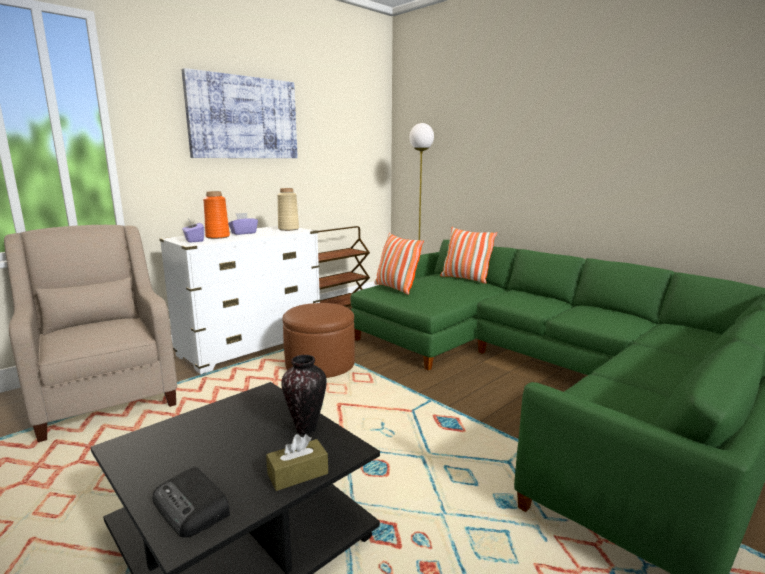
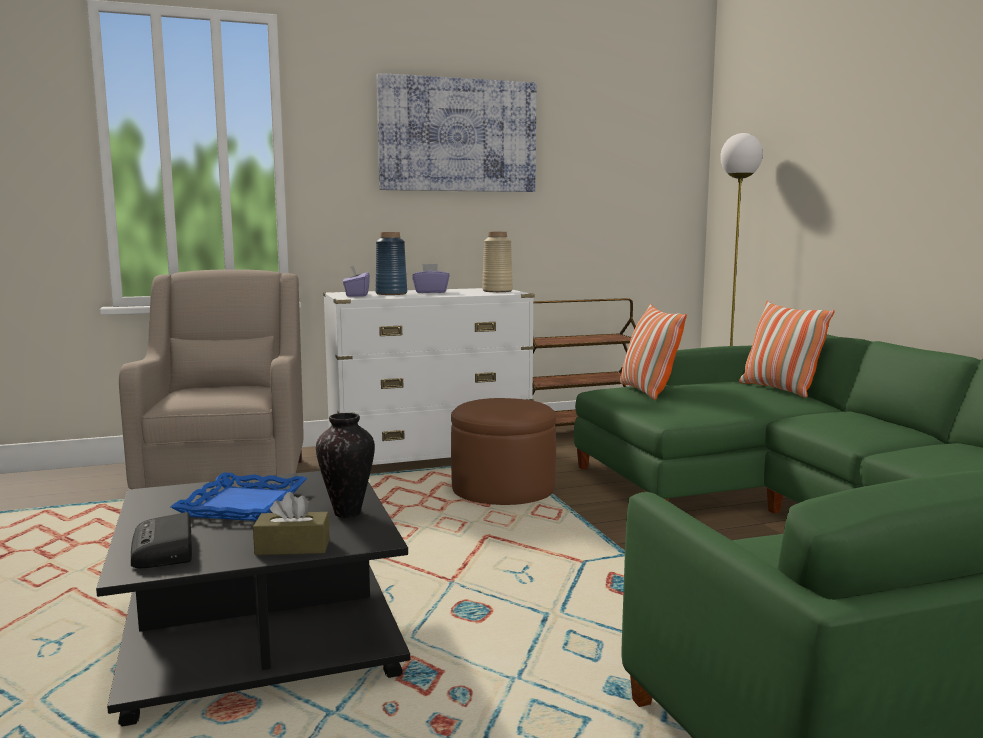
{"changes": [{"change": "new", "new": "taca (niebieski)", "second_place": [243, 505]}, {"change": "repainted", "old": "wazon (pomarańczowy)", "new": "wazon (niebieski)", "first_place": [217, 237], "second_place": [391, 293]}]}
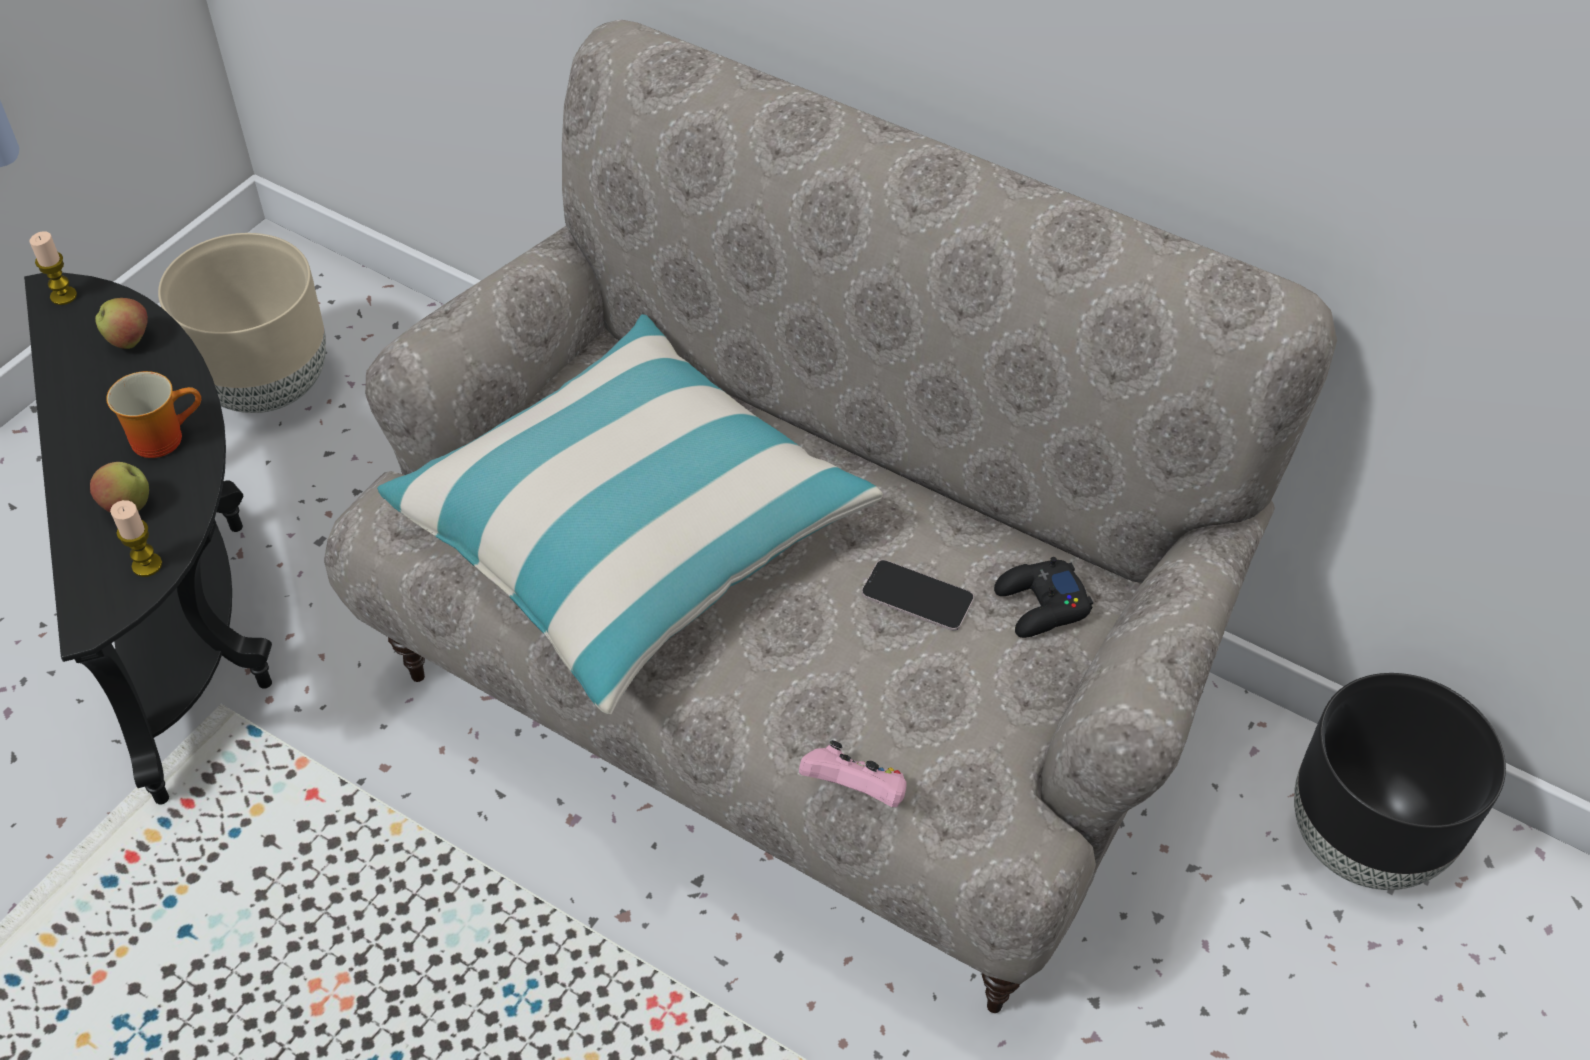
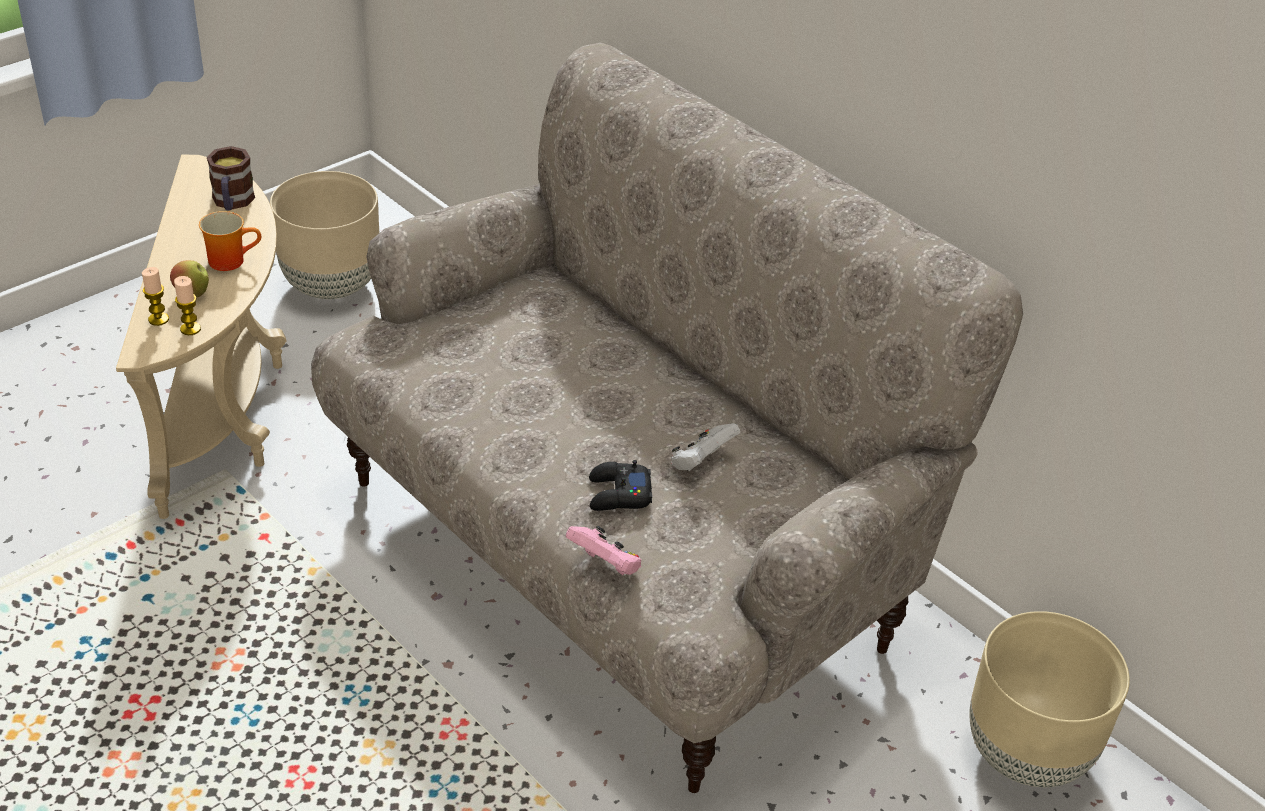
{"changes": [{"change": "gone", "old": "poduszka", "first_place": [631, 534]}, {"change": "shifted", "old": "świeca", "first_place": [63, 296], "second_place": [158, 319]}, {"change": "shifted", "old": "pad do gier (czarny)", "first_place": [1041, 606], "second_place": [618, 494]}, {"change": "swapped", "old": "jabłko", "new": "kubek", "first_place": [129, 341], "second_place": [232, 203]}, {"change": "swapped", "old": "telefon", "new": "pad do gier (biały)", "first_place": [917, 596], "second_place": [701, 462]}, {"change": "repainted", "old": "stolik (czarny)", "new": "stolik (beżowy)", "first_place": [191, 617], "second_place": [226, 413]}, {"change": "repainted", "old": "donica (czarny)", "new": "donica (beżowy)", "first_place": [1364, 840], "second_place": [1028, 755]}]}
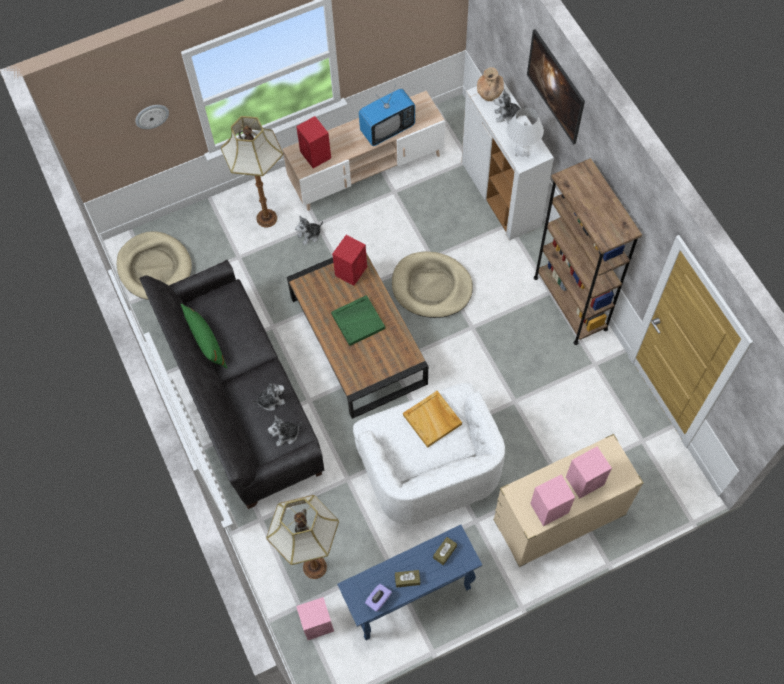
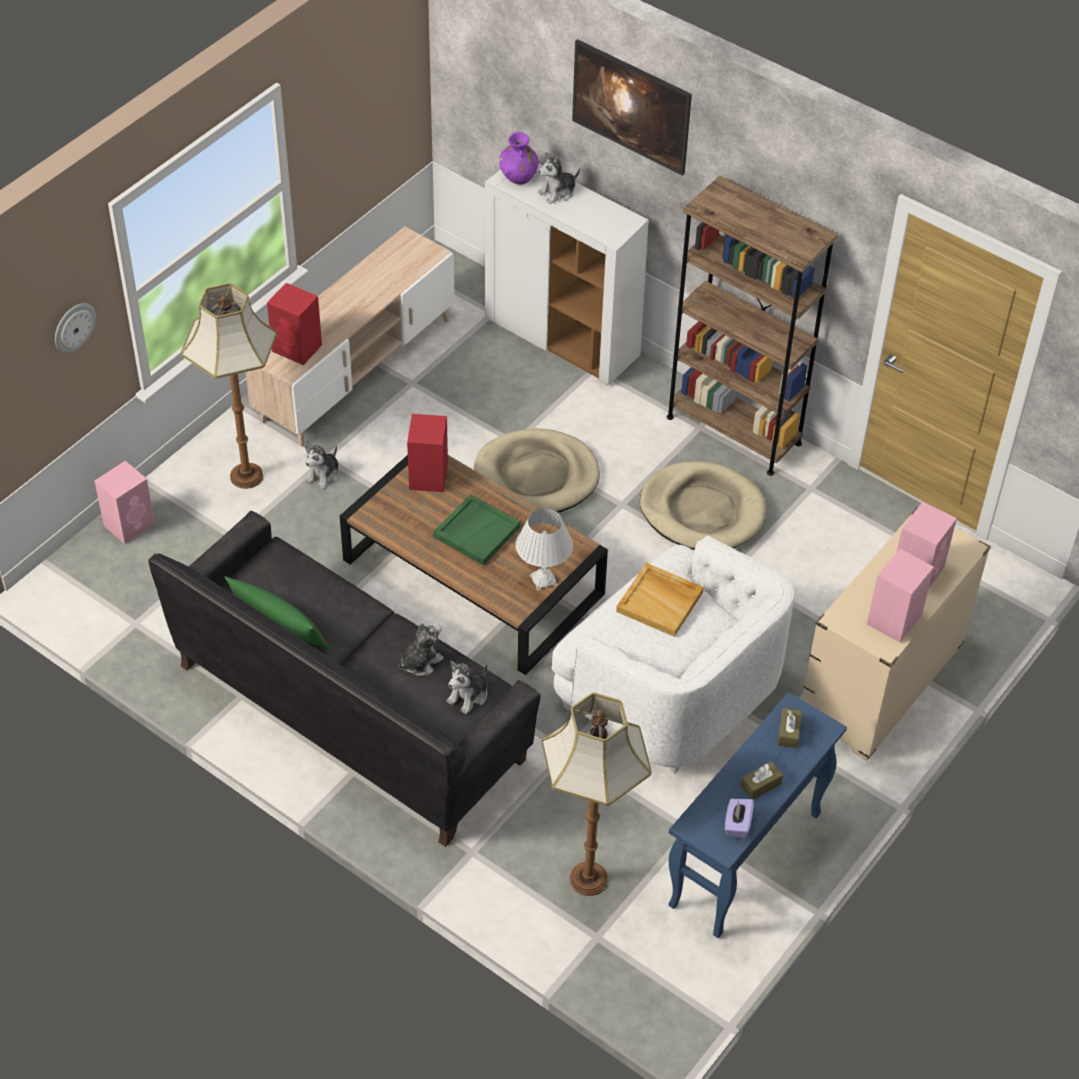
{"changes": [{"change": "gone", "old": "telewizor", "first_place": [387, 129]}, {"change": "shifted", "old": "legowisko (beżowy)", "first_place": [154, 267], "second_place": [702, 511]}, {"change": "shifted", "old": "głośnik (różowy)", "first_place": [318, 623], "second_place": [130, 524]}, {"change": "shifted", "old": "lampa stołowa (biały)", "first_place": [522, 151], "second_place": [543, 580]}, {"change": "repainted", "old": "wazon (brązowy)", "new": "wazon (fioletowy)", "first_place": [489, 94], "second_place": [518, 176]}]}
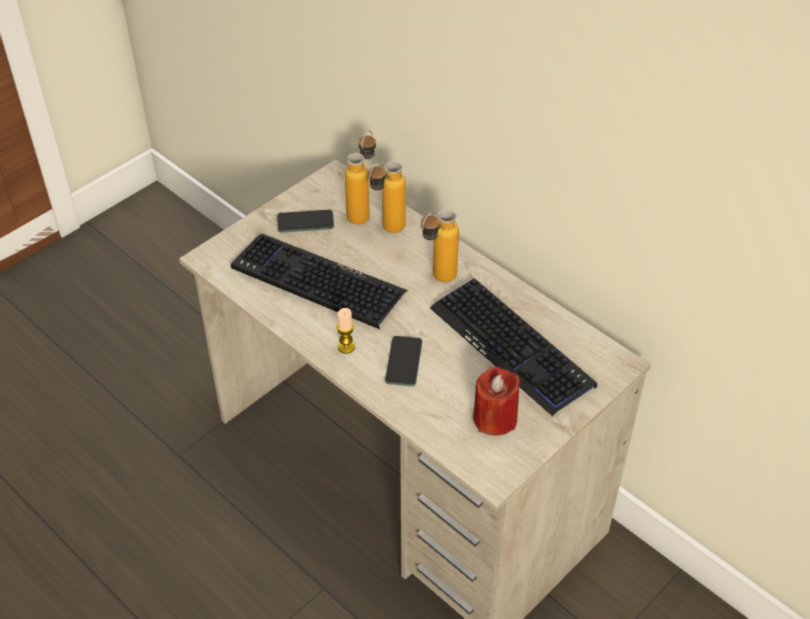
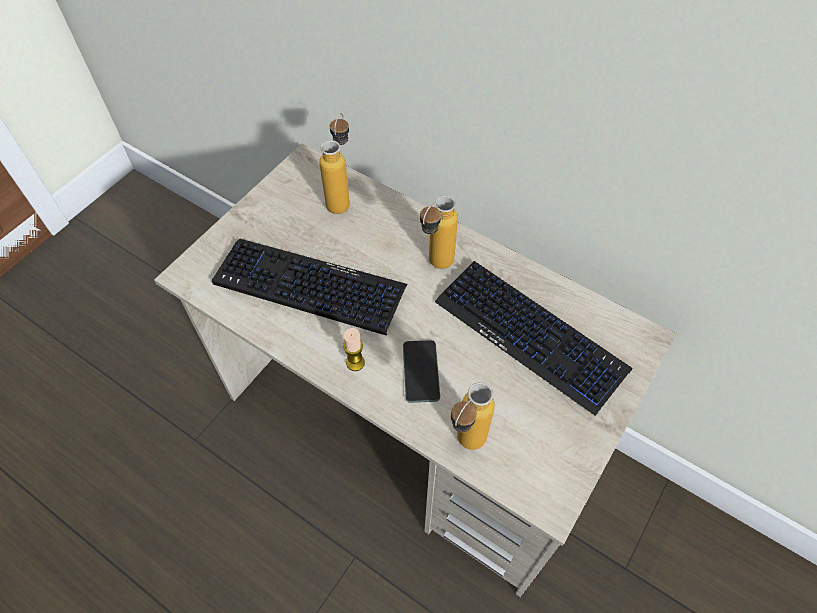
{"changes": [{"change": "gone", "old": "telefon", "first_place": [305, 222]}, {"change": "gone", "old": "świeca (czerwony)", "first_place": [495, 418]}, {"change": "shifted", "old": "butelka", "first_place": [386, 230], "second_place": [464, 446]}]}
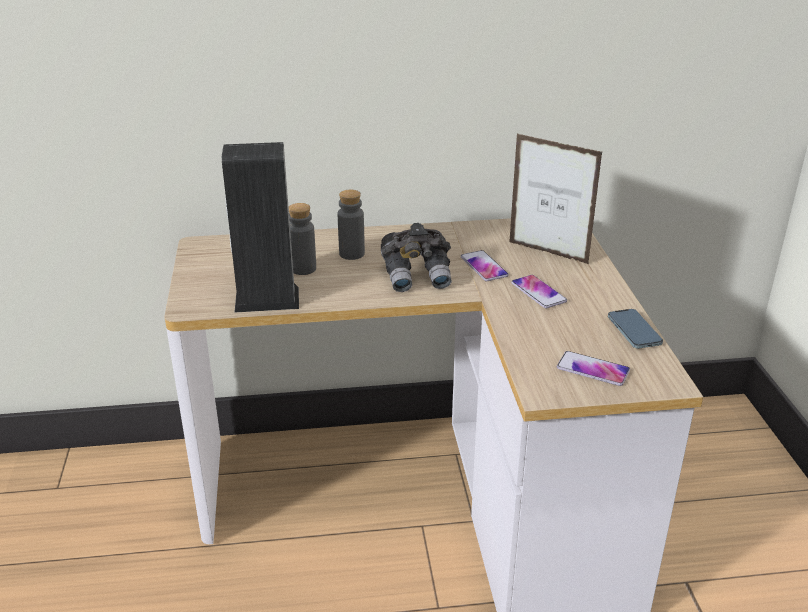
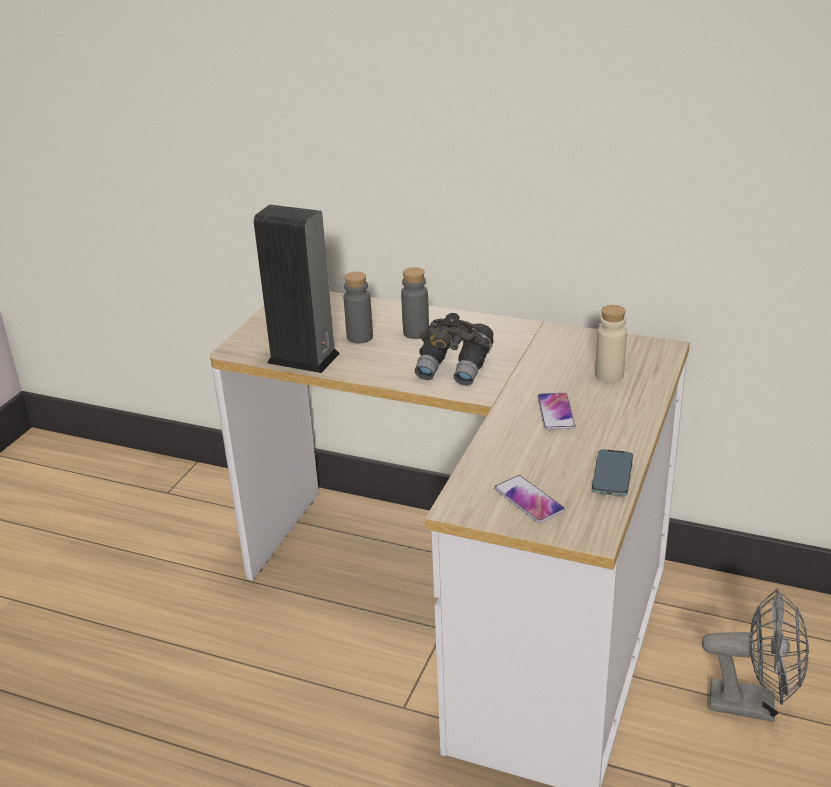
{"changes": [{"change": "gone", "old": "telefon", "first_place": [484, 267]}, {"change": "new", "new": "wentylator (szary)", "second_place": [753, 705]}, {"change": "swapped", "old": "ramka na zdjęcie", "new": "butelka (beżowy)", "first_place": [548, 253], "second_place": [609, 375]}]}
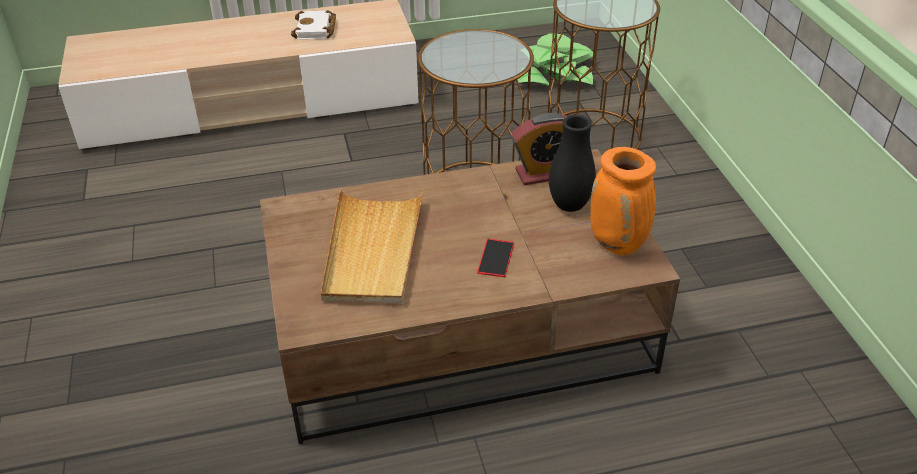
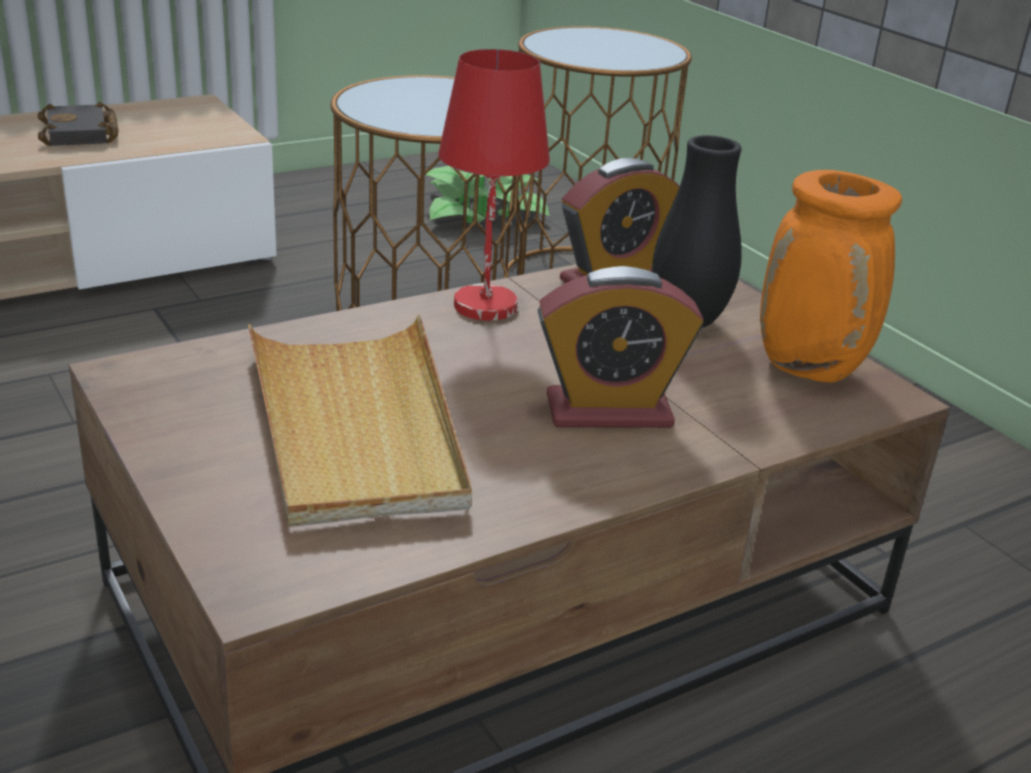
{"changes": [{"change": "new", "new": "lampa stołowa (czerwony)", "second_place": [484, 305]}, {"change": "swapped", "old": "telefon", "new": "budzik", "first_place": [495, 258], "second_place": [608, 411]}, {"change": "repainted", "old": "książka (biały)", "new": "książka (czarny)", "first_place": [316, 30], "second_place": [82, 134]}]}
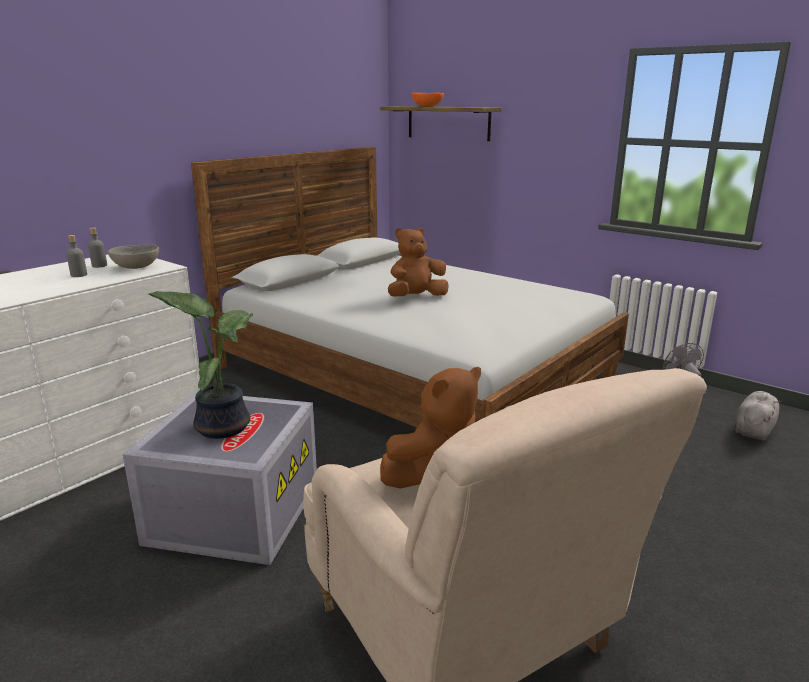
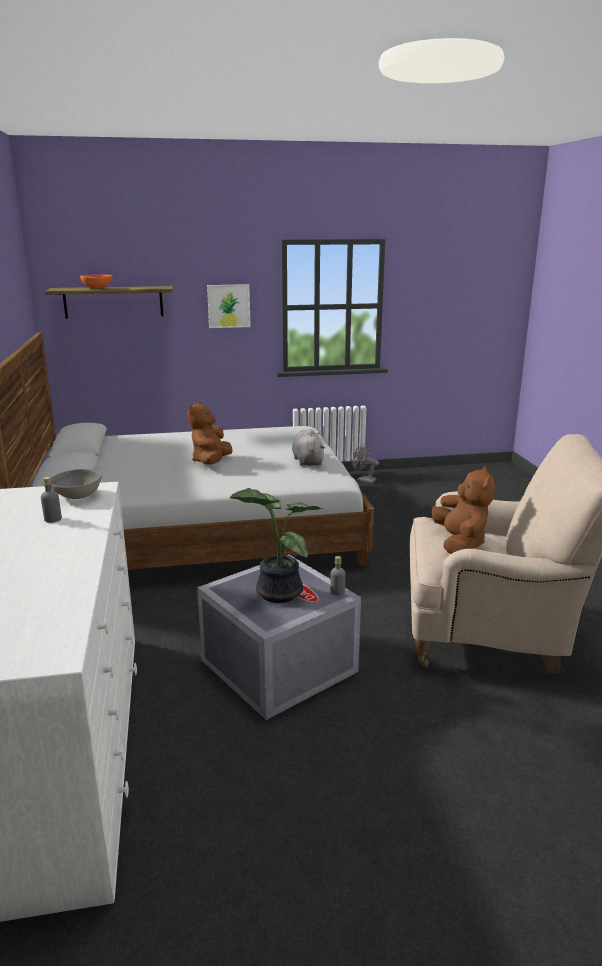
{"changes": [{"change": "new", "new": "obraz", "second_place": [228, 306]}, {"change": "shifted", "old": "butelka (szary)", "first_place": [99, 265], "second_place": [337, 592]}, {"change": "shifted", "old": "pluszak (szary)", "first_place": [753, 430], "second_place": [307, 461]}]}
